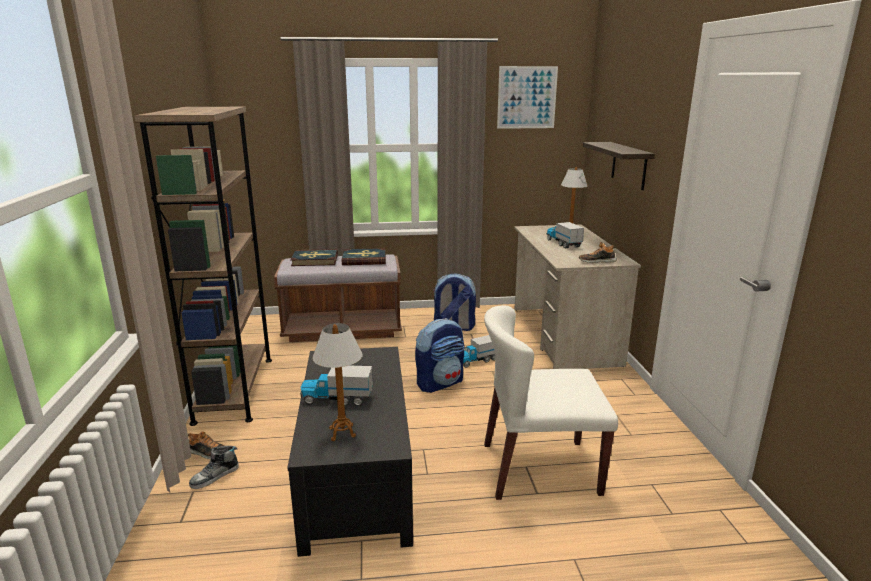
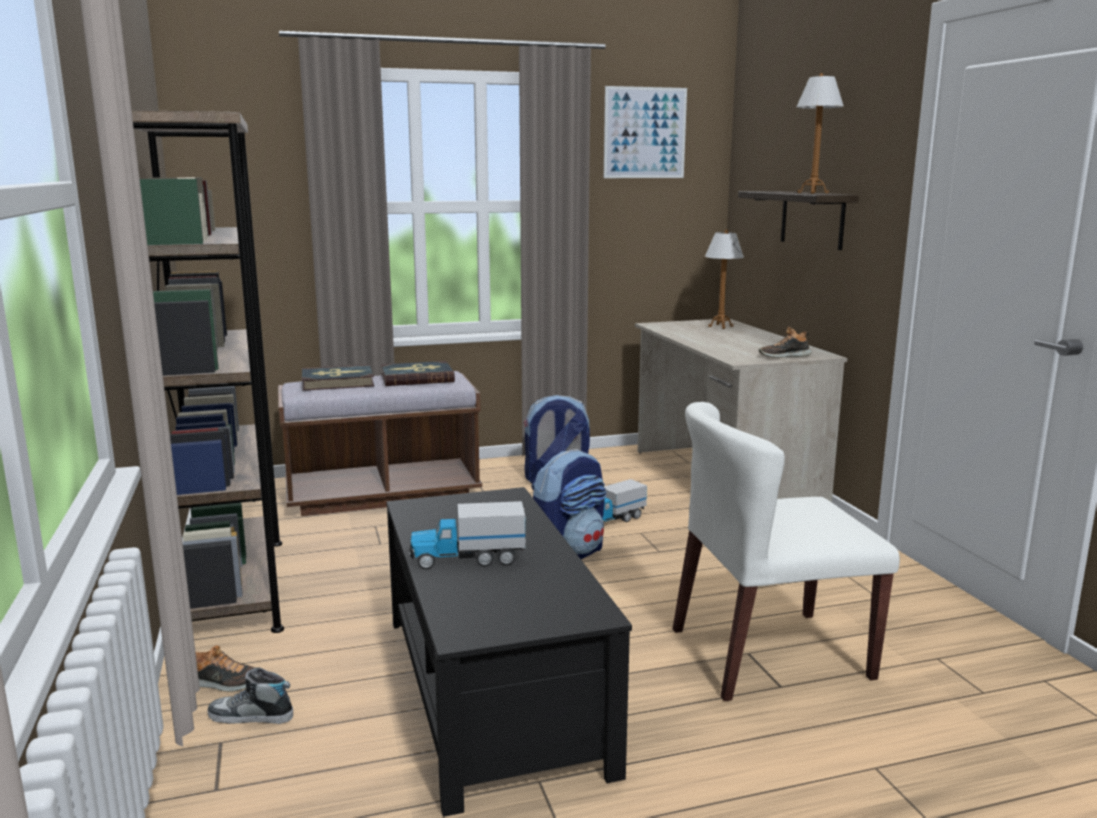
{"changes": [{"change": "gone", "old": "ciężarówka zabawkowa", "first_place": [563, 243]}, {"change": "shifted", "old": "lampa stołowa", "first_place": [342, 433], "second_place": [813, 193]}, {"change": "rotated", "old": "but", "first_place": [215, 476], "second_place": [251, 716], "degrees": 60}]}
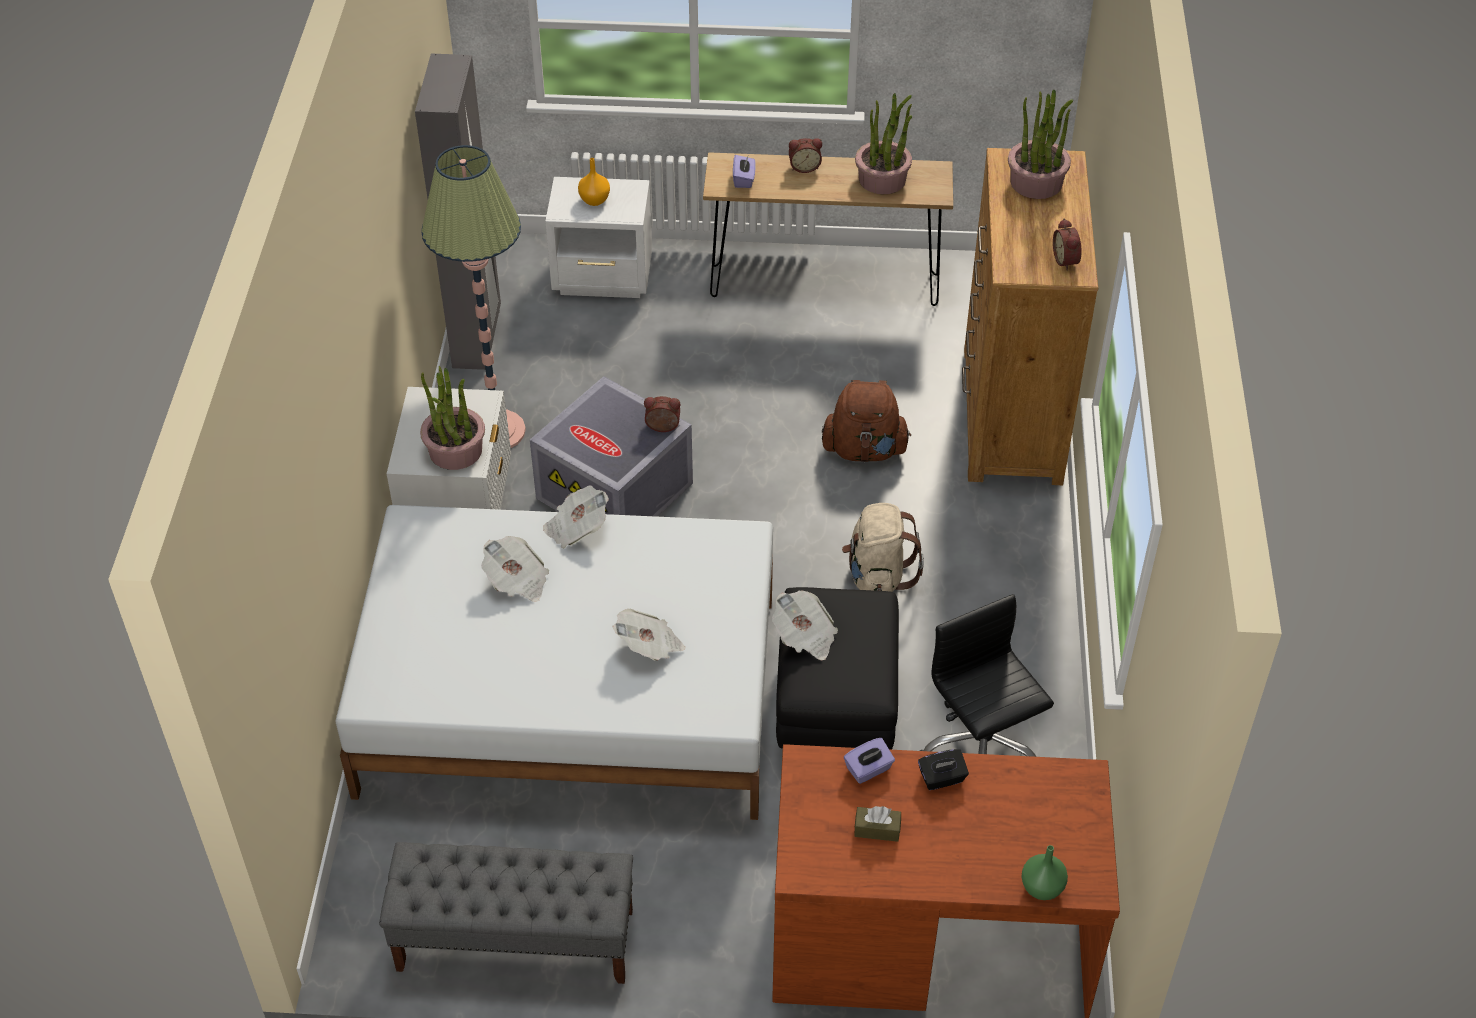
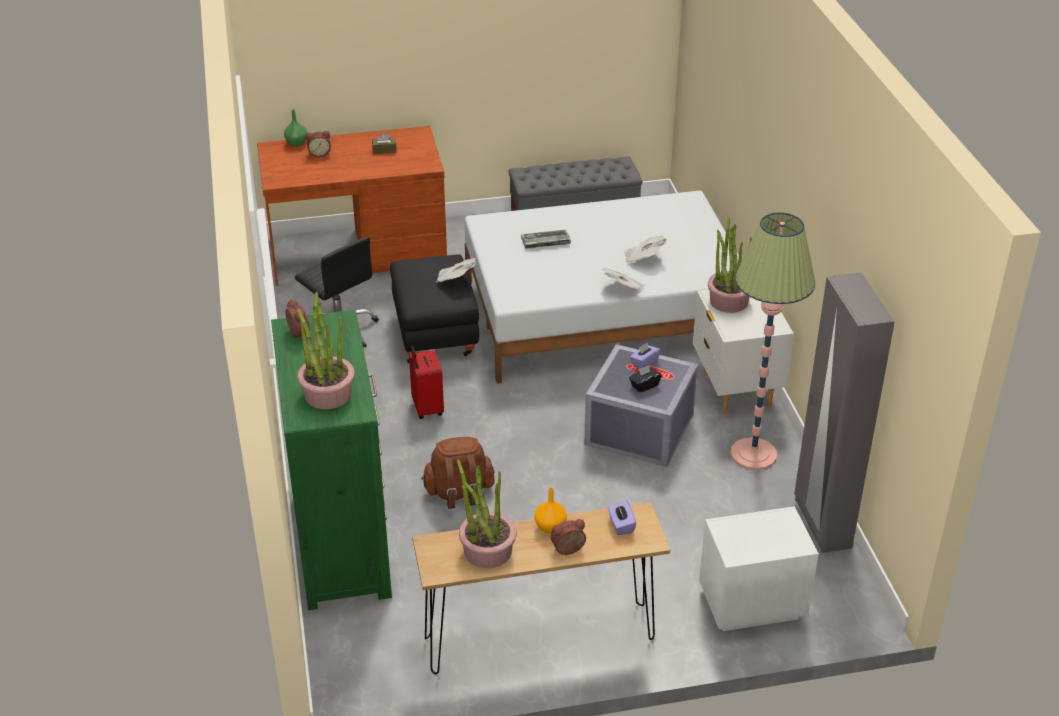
{"changes": [{"change": "shifted", "old": "wazon (pomarańczowy)", "first_place": [595, 200], "second_place": [550, 527]}, {"change": "shifted", "old": "budzik", "first_place": [662, 428], "second_place": [319, 153]}, {"change": "shifted", "old": "pudełko chusteczek (fioletowy)", "first_place": [868, 770], "second_place": [644, 363]}, {"change": "shifted", "old": "pudełko chusteczek (czarny)", "first_place": [942, 778], "second_place": [644, 385]}, {"change": "swapped", "old": "gazeta", "new": "klawiatura", "first_place": [650, 646], "second_place": [545, 242]}, {"change": "swapped", "old": "plecak (beżowy)", "new": "walizka (czerwony)", "first_place": [878, 577], "second_place": [426, 408]}, {"change": "repainted", "old": "komoda (brązowy)", "new": "komoda (zielony)", "first_place": [1011, 415], "second_place": [341, 543]}]}
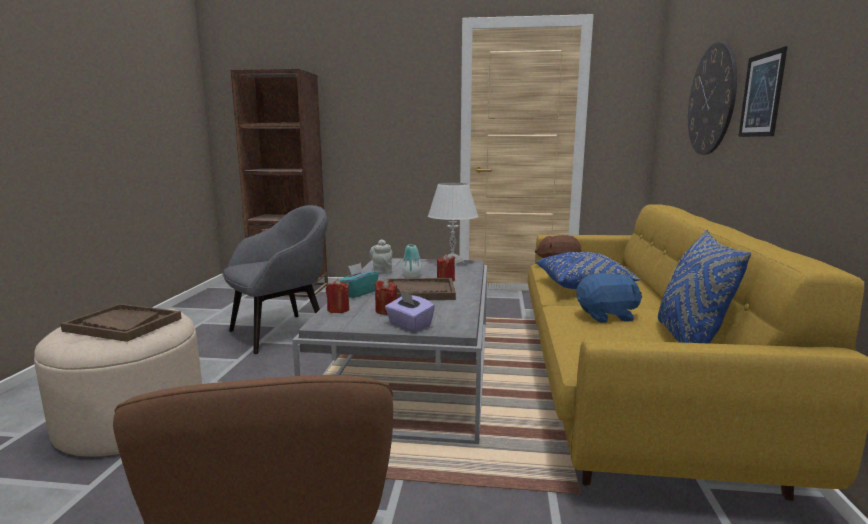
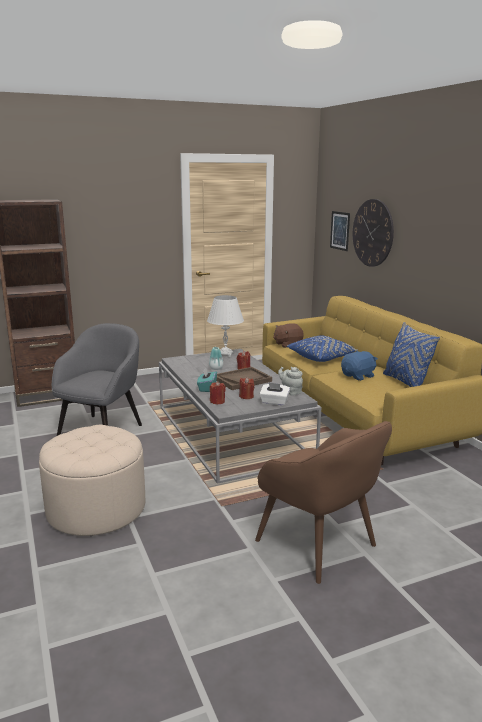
{"changes": [{"change": "gone", "old": "taca (brązowy)", "first_place": [123, 325]}, {"change": "shifted", "old": "imbryk (szary)", "first_place": [382, 271], "second_place": [290, 392]}, {"change": "shifted", "old": "obraz", "first_place": [762, 95], "second_place": [340, 230]}, {"change": "repainted", "old": "pudełko chusteczek (fioletowy)", "new": "pudełko chusteczek (biały)", "first_place": [409, 325], "second_place": [274, 402]}]}
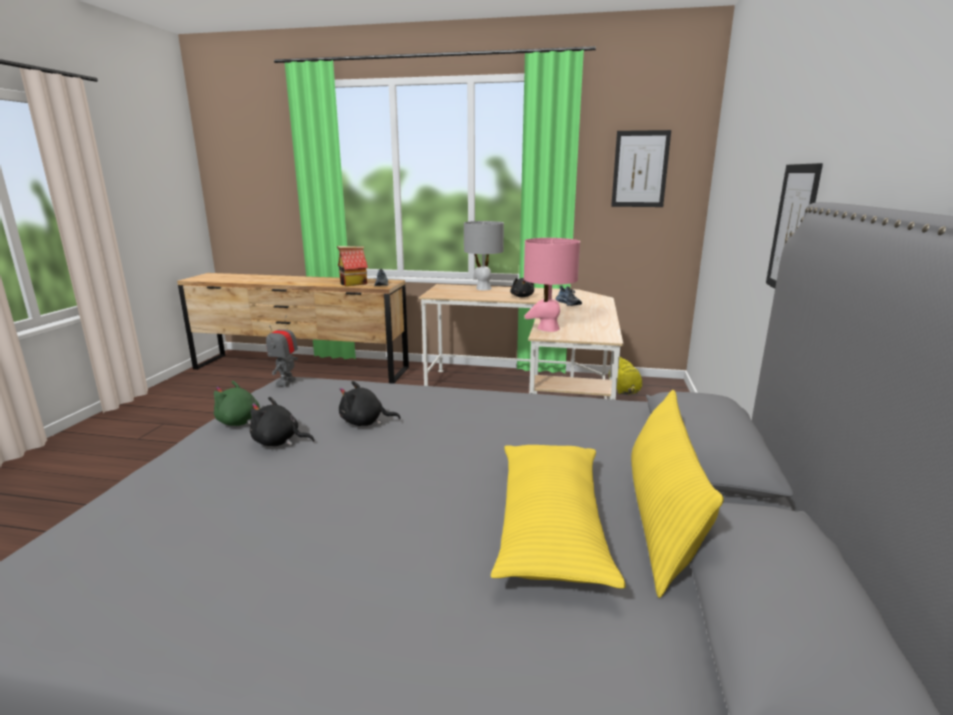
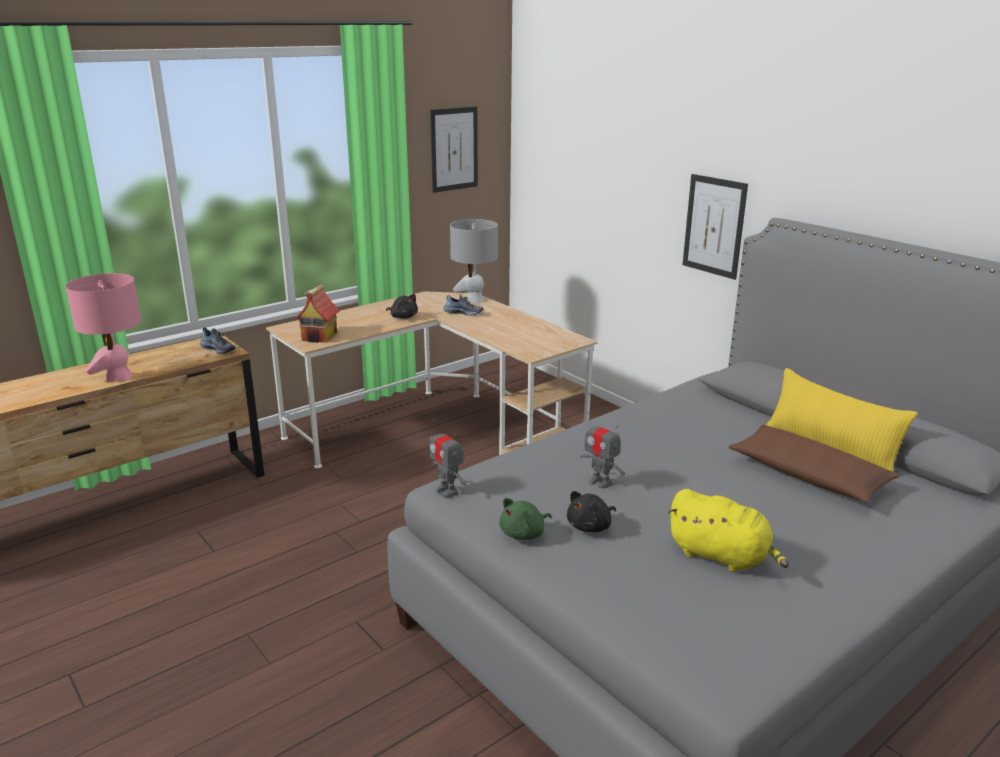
{"changes": [{"change": "shifted", "old": "domek", "first_place": [353, 283], "second_place": [320, 336]}, {"change": "shifted", "old": "lampa stołowa (szary)", "first_place": [483, 288], "second_place": [474, 300]}, {"change": "shifted", "old": "lampa stołowa (różowy)", "first_place": [548, 328], "second_place": [118, 377]}, {"change": "shifted", "old": "pluszak (żółty)", "first_place": [624, 390], "second_place": [722, 556]}, {"change": "swapped", "old": "pluszak (czarny)", "new": "robot zabawkowy", "first_place": [365, 422], "second_place": [600, 482]}, {"change": "repainted", "old": "poduszka (żółty)", "new": "poduszka (brązowy)", "first_place": [551, 525], "second_place": [808, 475]}]}
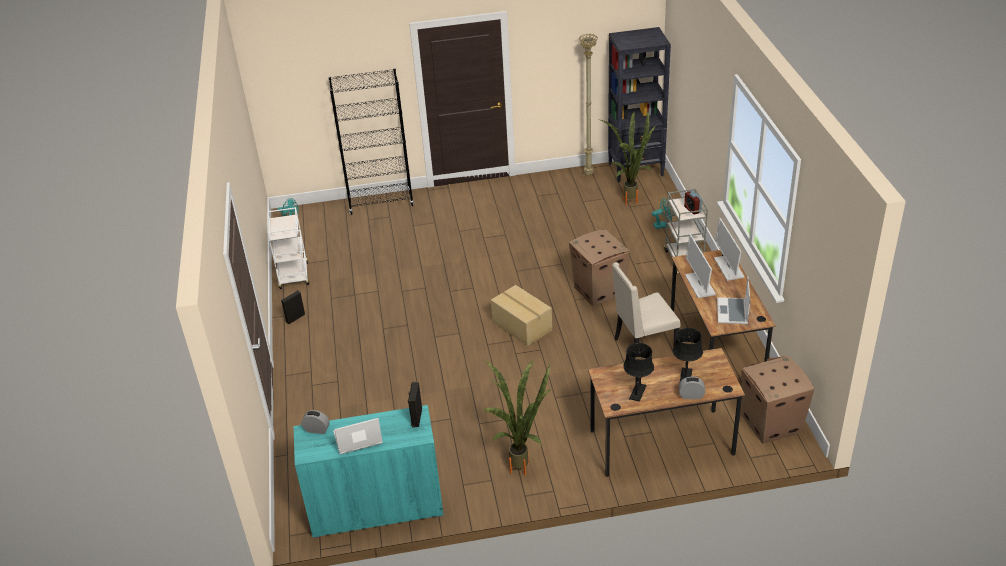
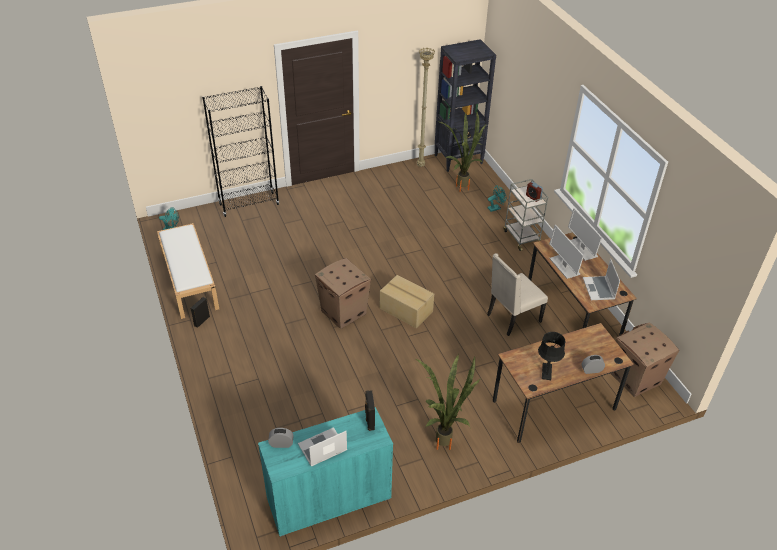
{"changes": [{"change": "gone", "old": "lampa stołowa (czarny)", "first_place": [685, 376]}, {"change": "shifted", "old": "karton", "first_place": [599, 290], "second_place": [344, 312]}, {"change": "swapped", "old": "wózek (biały)", "new": "ławka (biały)", "first_place": [294, 276], "second_place": [189, 280]}]}
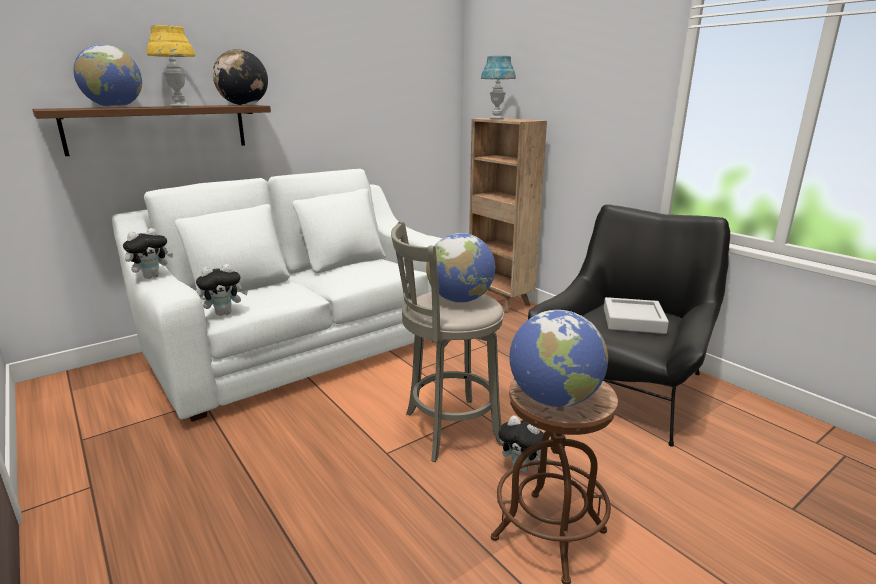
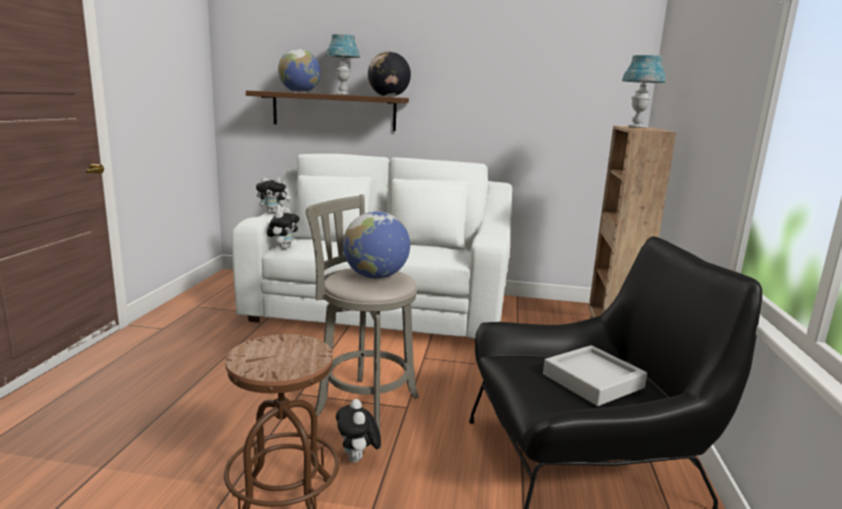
{"changes": [{"change": "gone", "old": "globus", "first_place": [554, 399]}, {"change": "repainted", "old": "lampa stołowa (żółty)", "new": "lampa stołowa (niebieski)", "first_place": [180, 106], "second_place": [343, 94]}, {"change": "rotated", "old": "pluszak", "first_place": [224, 313], "second_place": [284, 247], "degrees": -90}]}
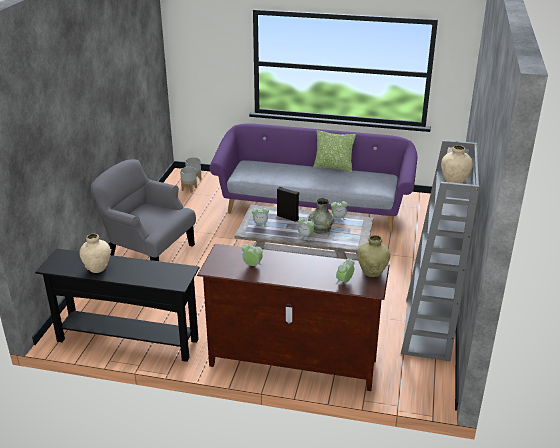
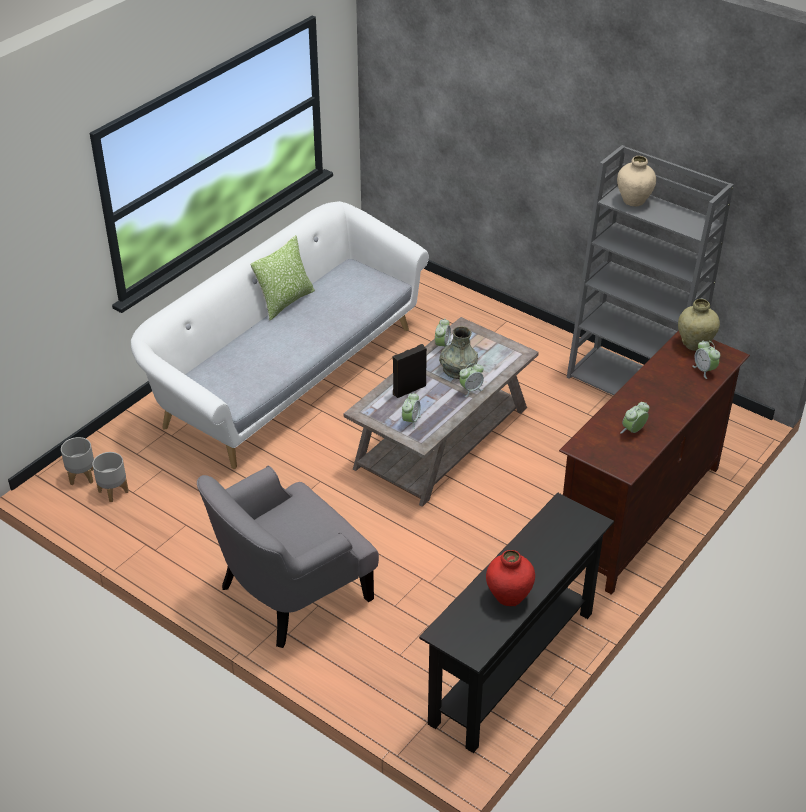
{"changes": [{"change": "repainted", "old": "wazon (beżowy)", "new": "wazon (czerwony)", "first_place": [97, 268], "second_place": [509, 597]}, {"change": "repainted", "old": "kanapa (fioletowy)", "new": "kanapa (biały)", "first_place": [313, 206], "second_place": [287, 374]}]}
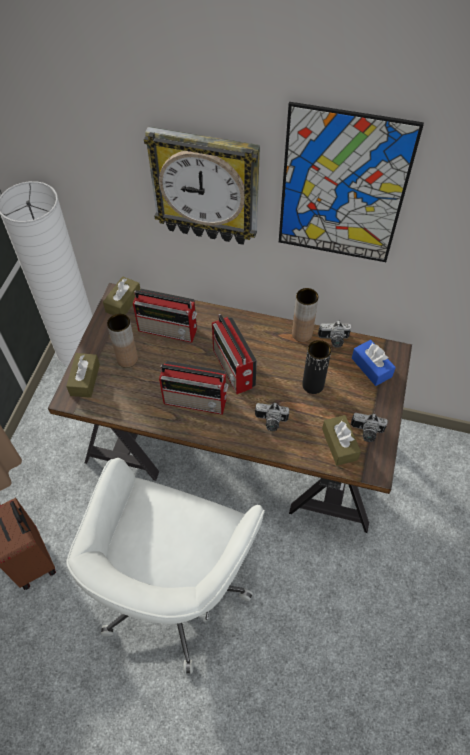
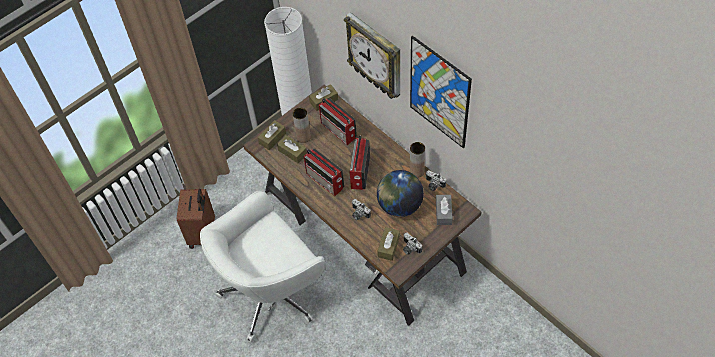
{"changes": [{"change": "new", "new": "pudełko chusteczek (brązowy)", "second_place": [292, 152]}, {"change": "swapped", "old": "wazon (czarny)", "new": "globus", "first_place": [313, 385], "second_place": [399, 205]}, {"change": "repainted", "old": "pudełko chusteczek (niebieski)", "new": "pudełko chusteczek (szary)", "first_place": [371, 367], "second_place": [443, 213]}]}
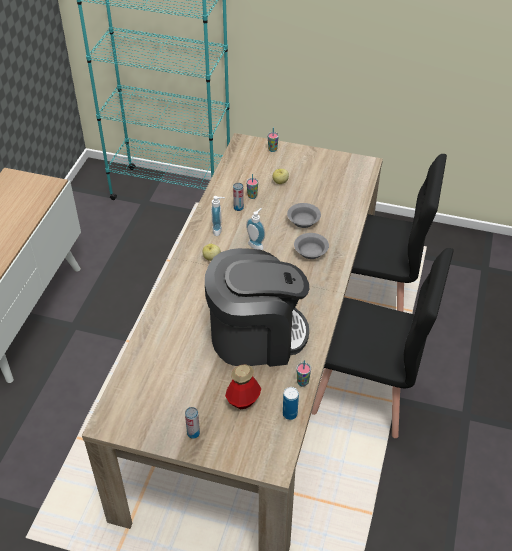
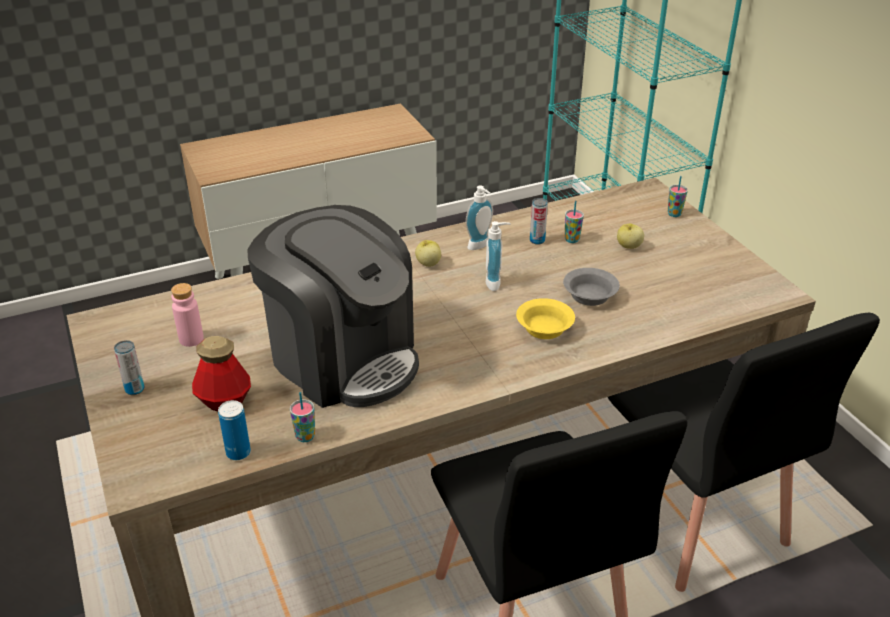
{"changes": [{"change": "new", "new": "butelka (różowy)", "second_place": [191, 339]}, {"change": "repainted", "old": "miska (szary)", "new": "miska (żółty)", "first_place": [310, 251], "second_place": [545, 328]}]}
